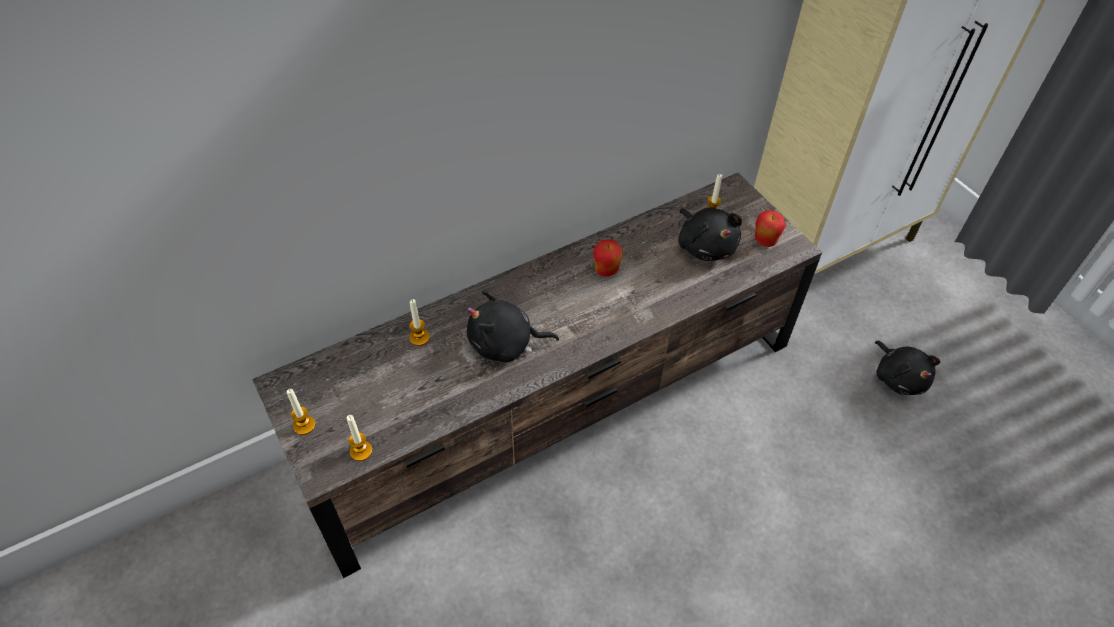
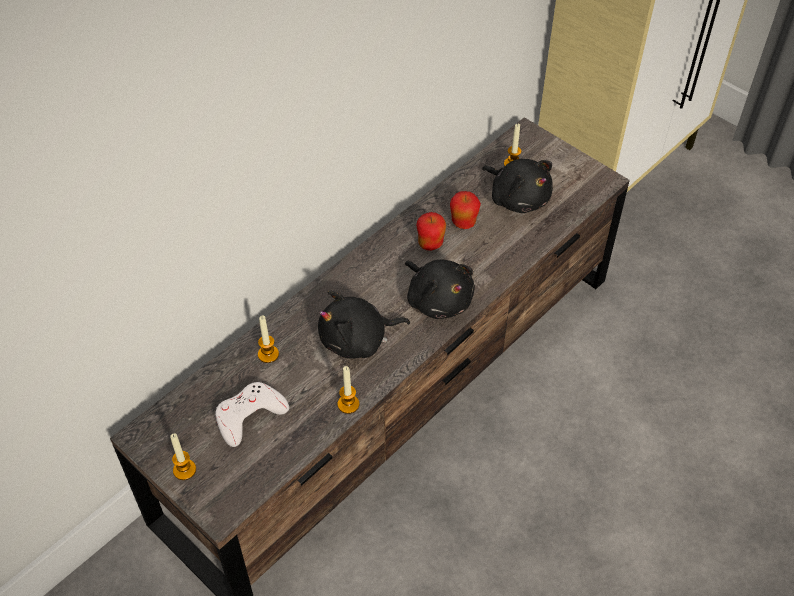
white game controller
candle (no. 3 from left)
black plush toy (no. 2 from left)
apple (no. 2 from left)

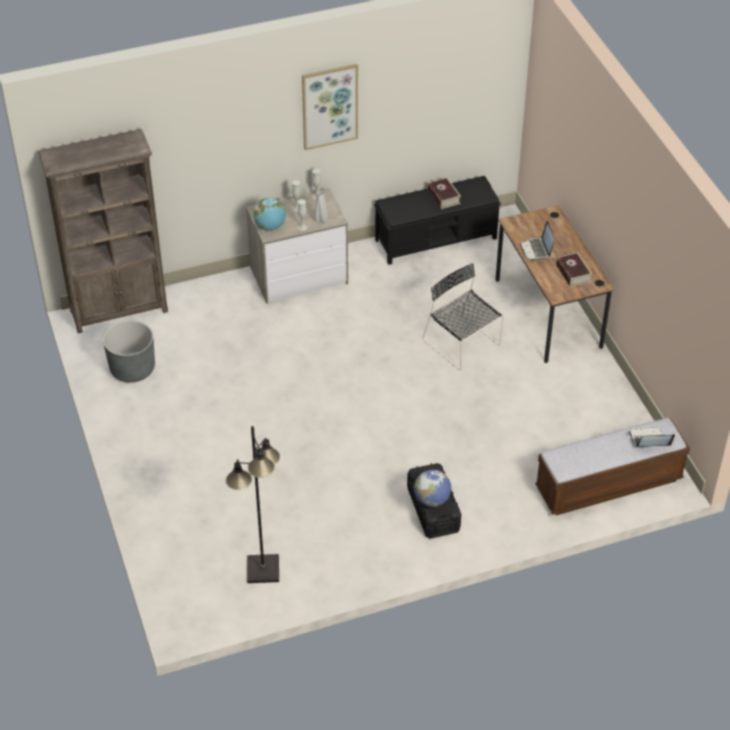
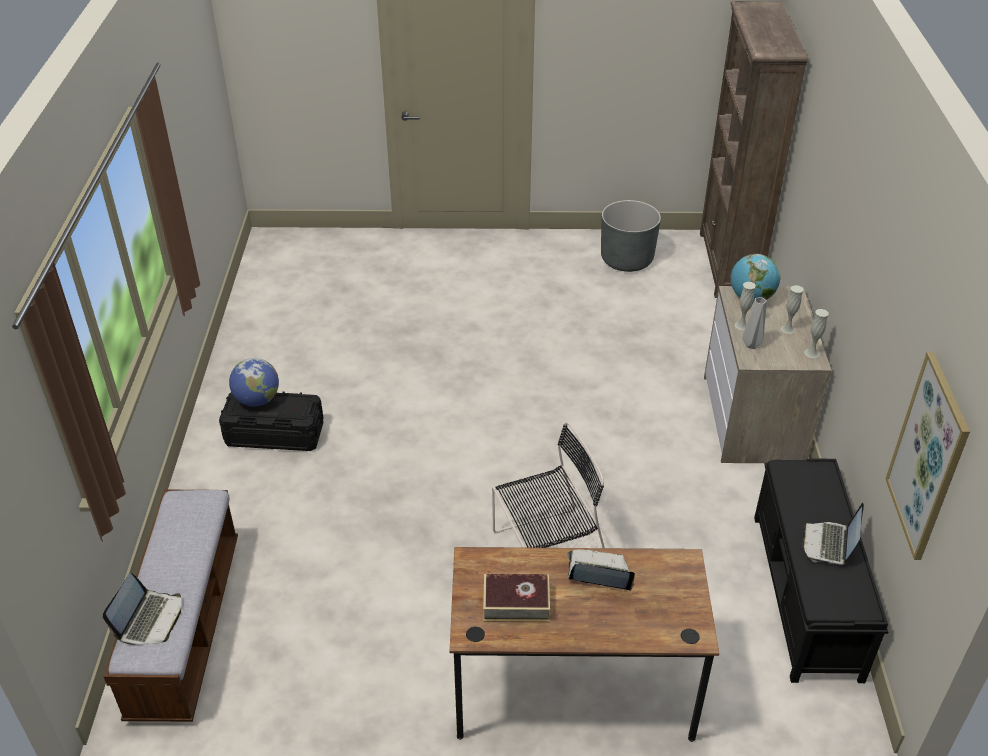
laptop (no. 3 from left)
picture
black floor lamp

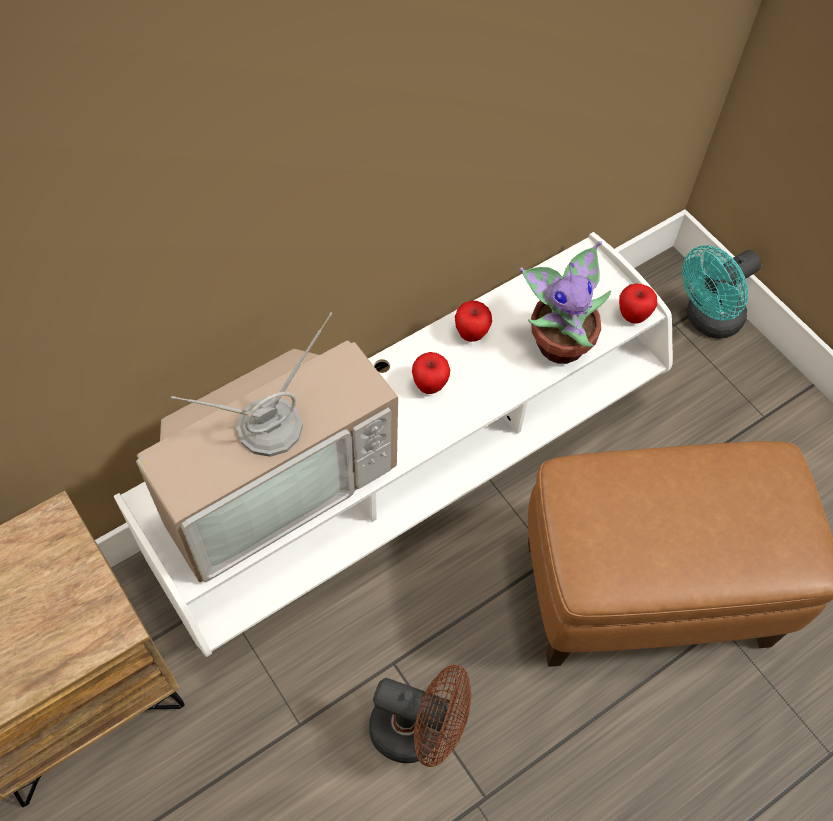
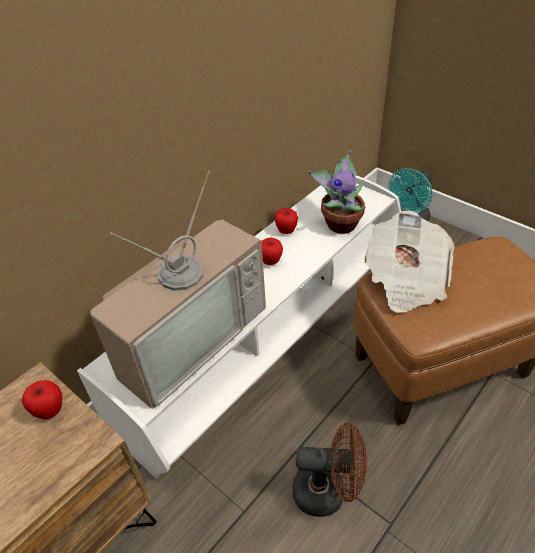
apple (no. 1 from left)
newspaper

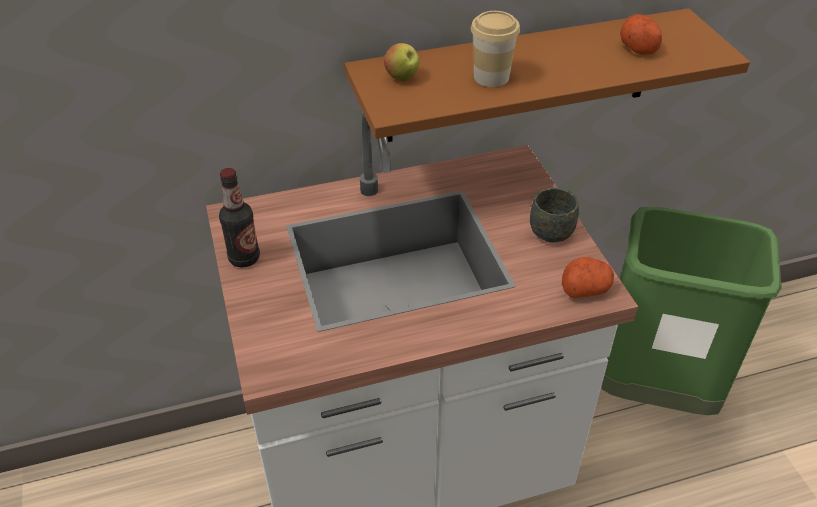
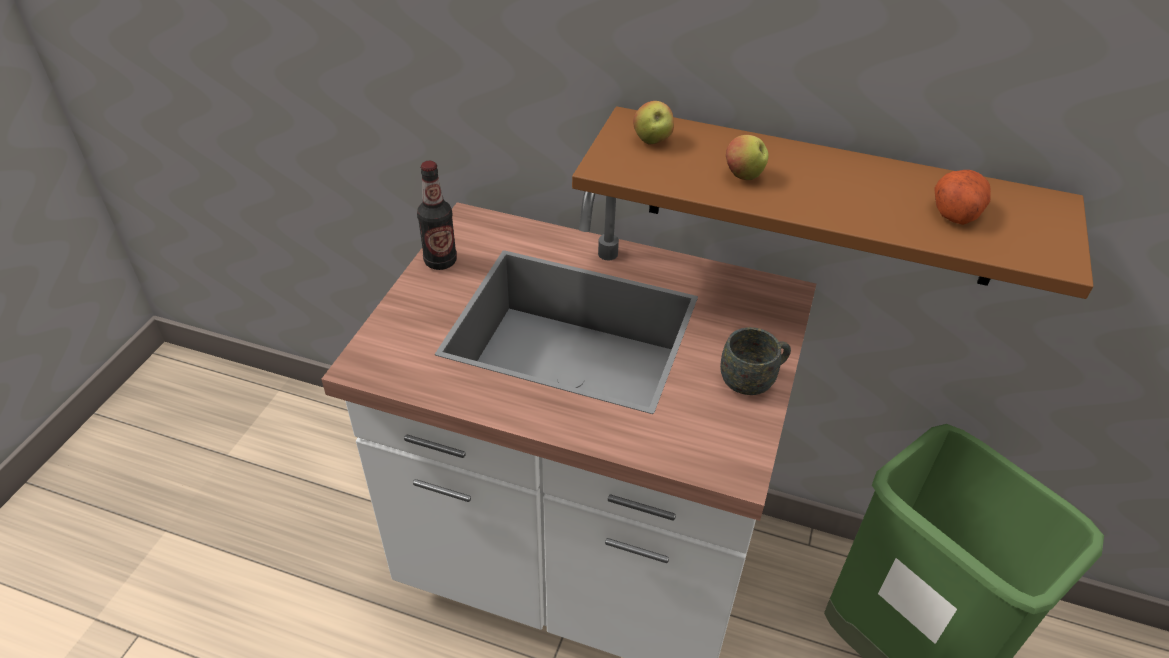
apple (no. 2 from left)
potato (no. 1 from left in the first image)

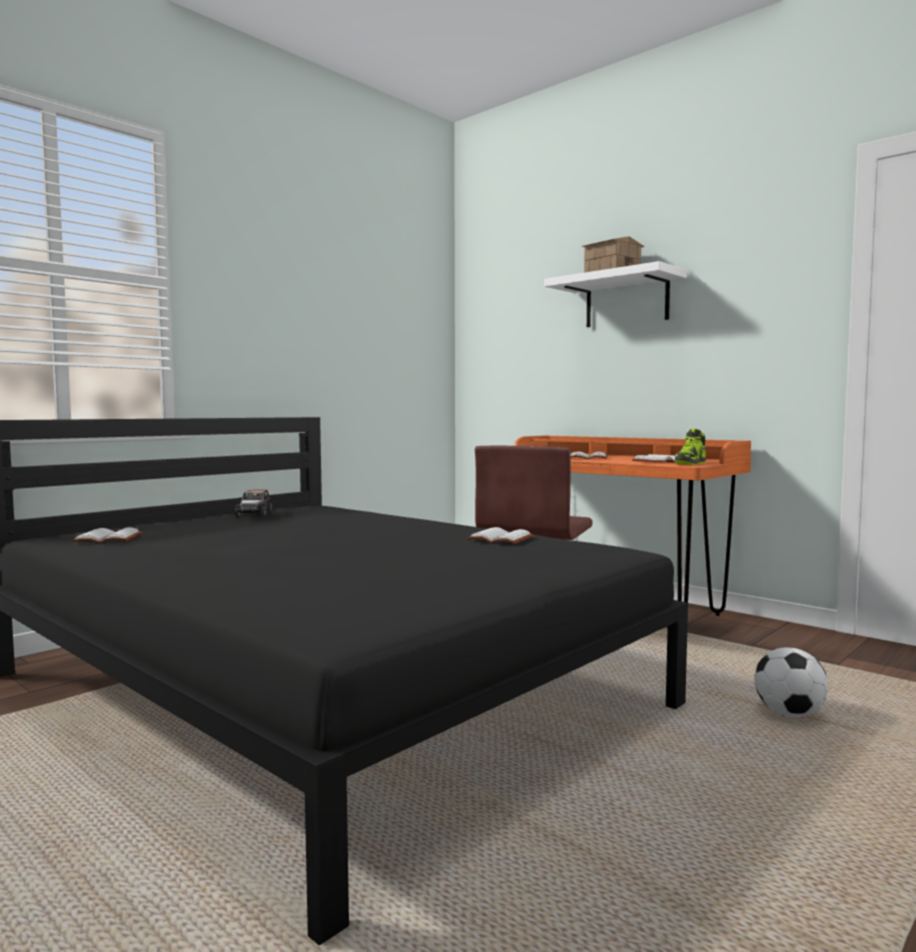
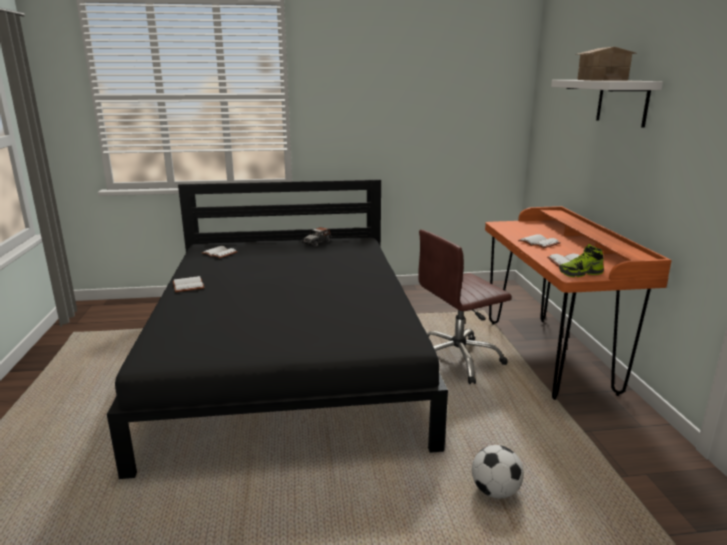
white book (no. 1 from left)

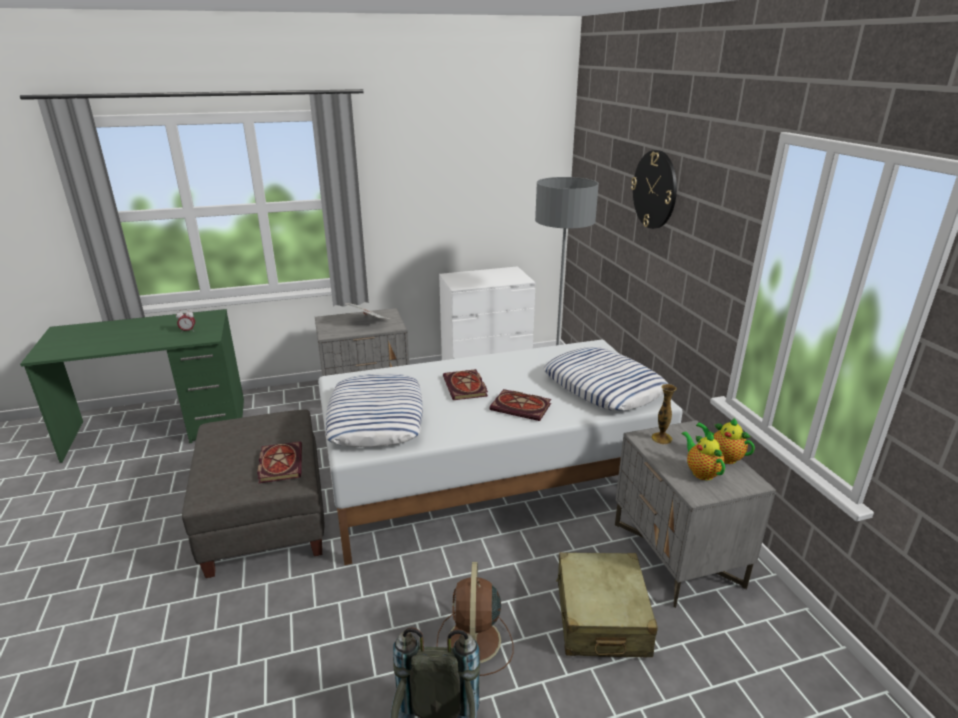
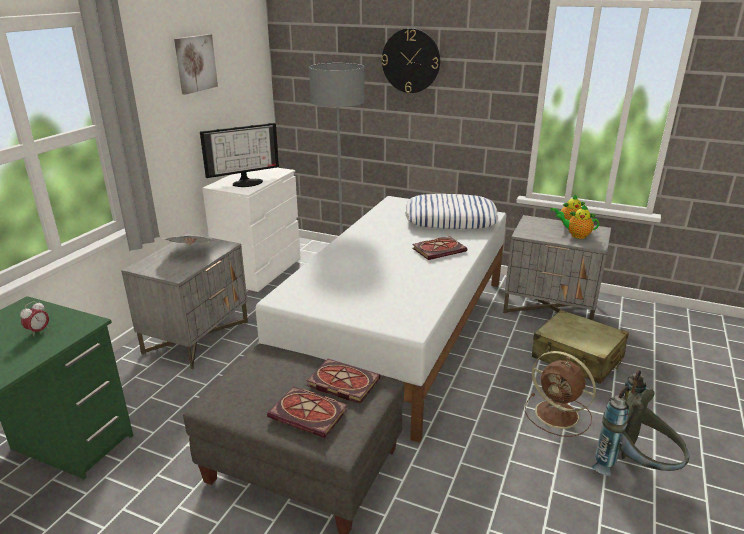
picture
monitor
book (no. 1 from left)
pillow (no. 1 from left in the first image)
vase

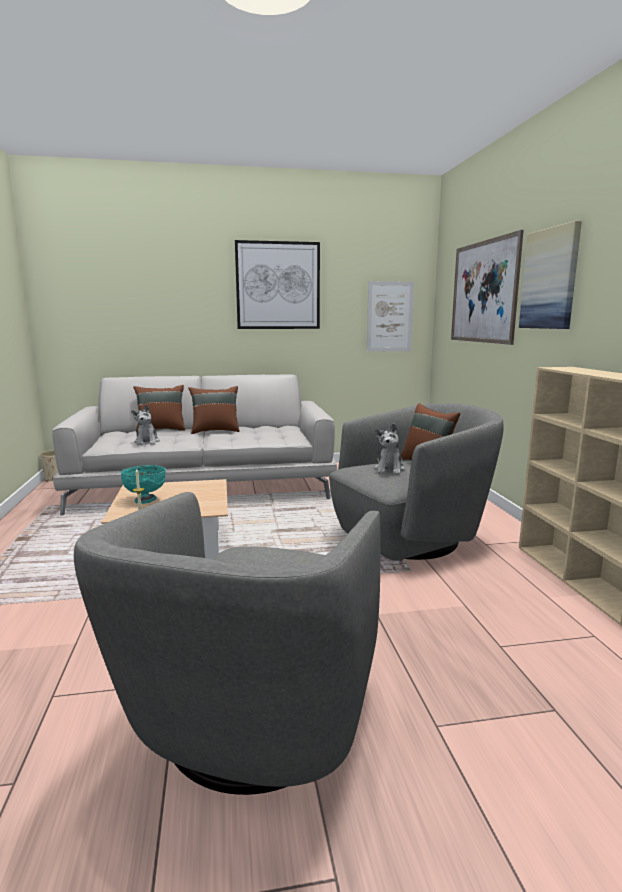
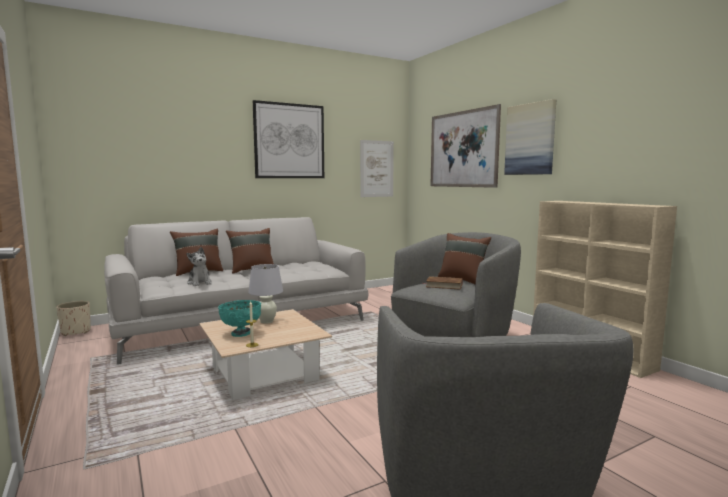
white table lamp
brown book

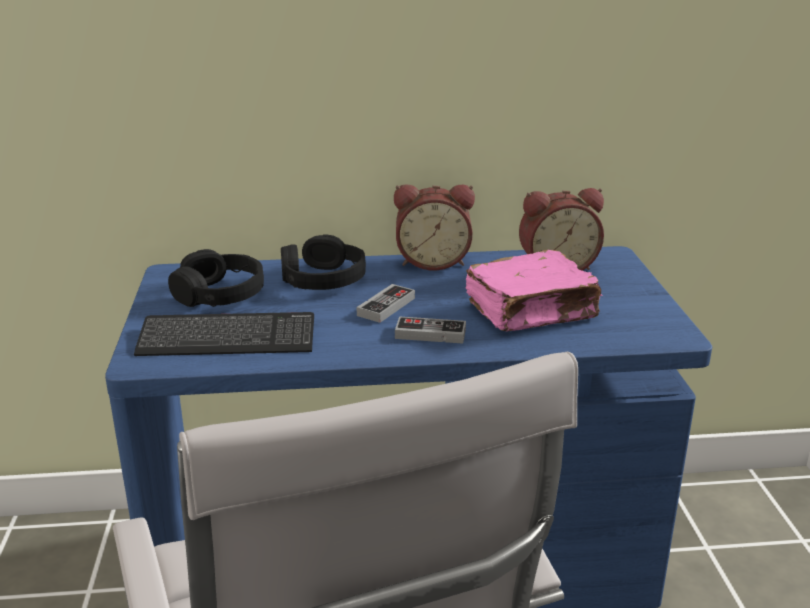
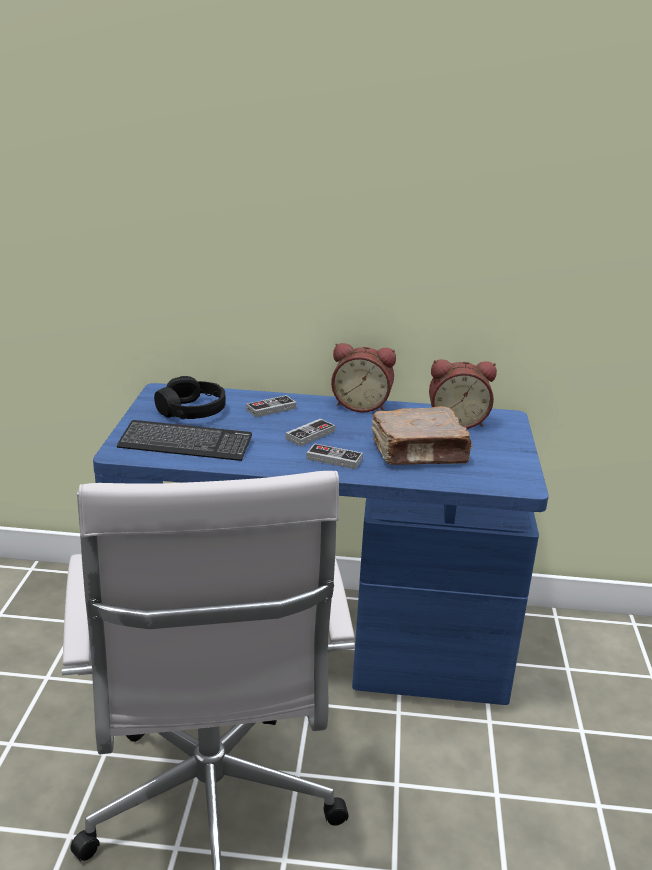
game controller (no. 1 from left)
brown book

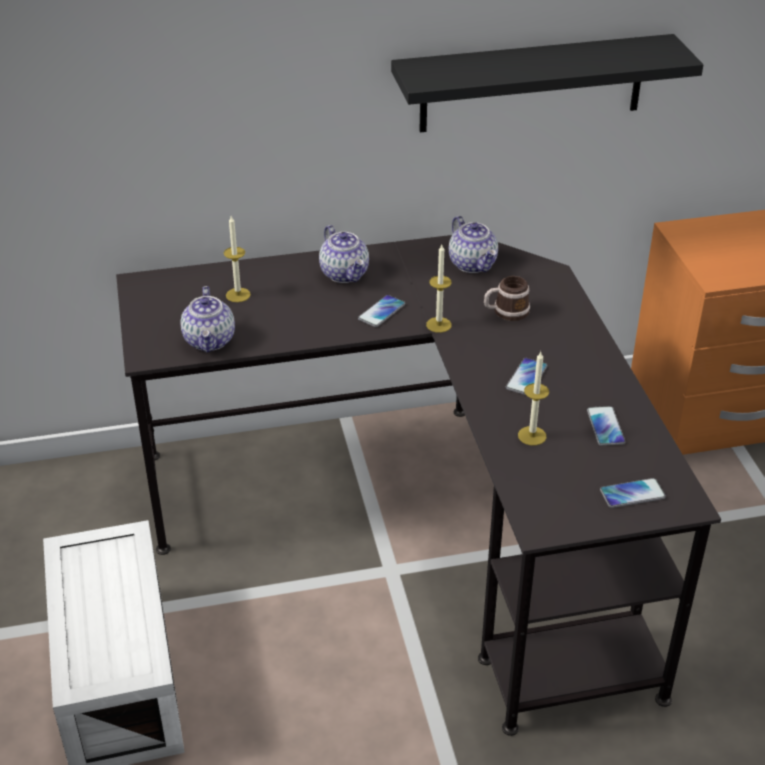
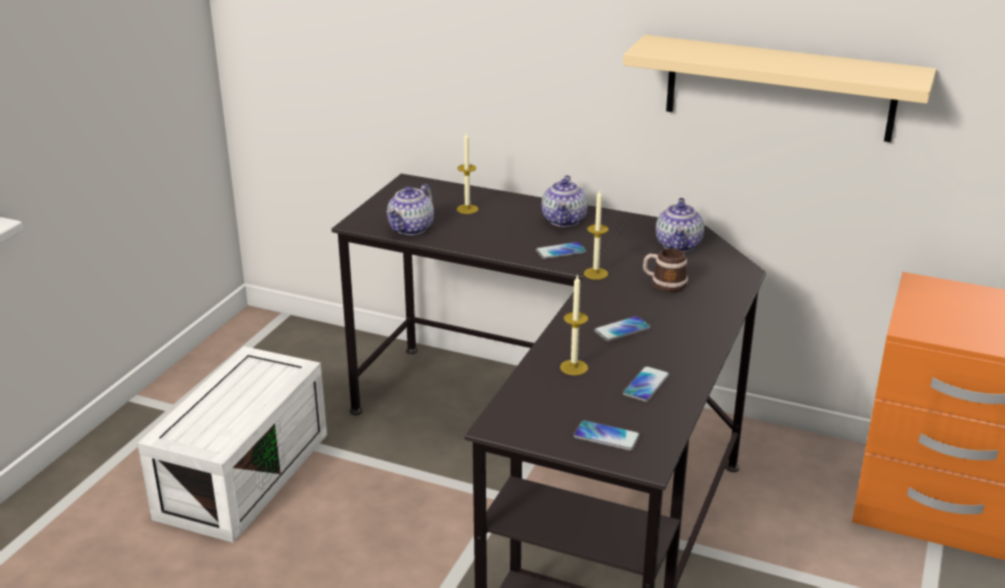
beige shelf

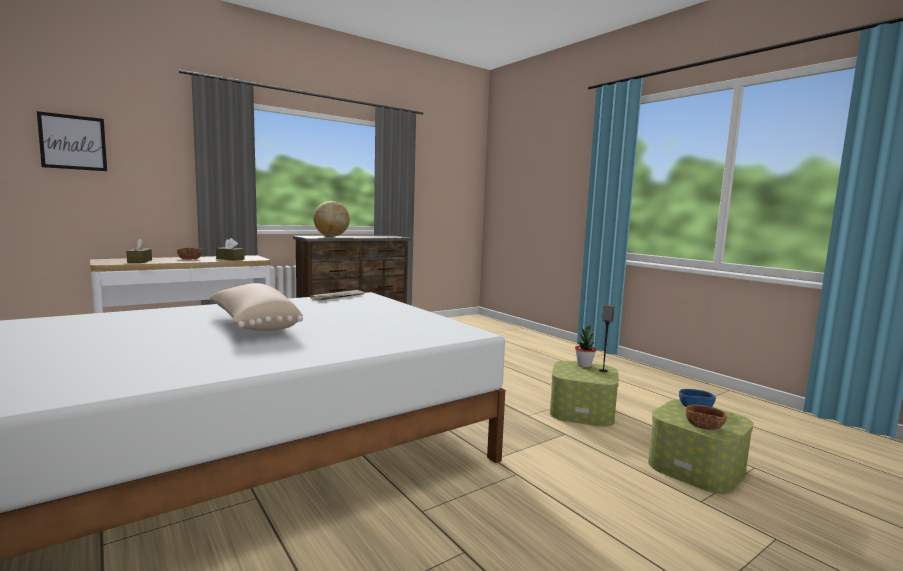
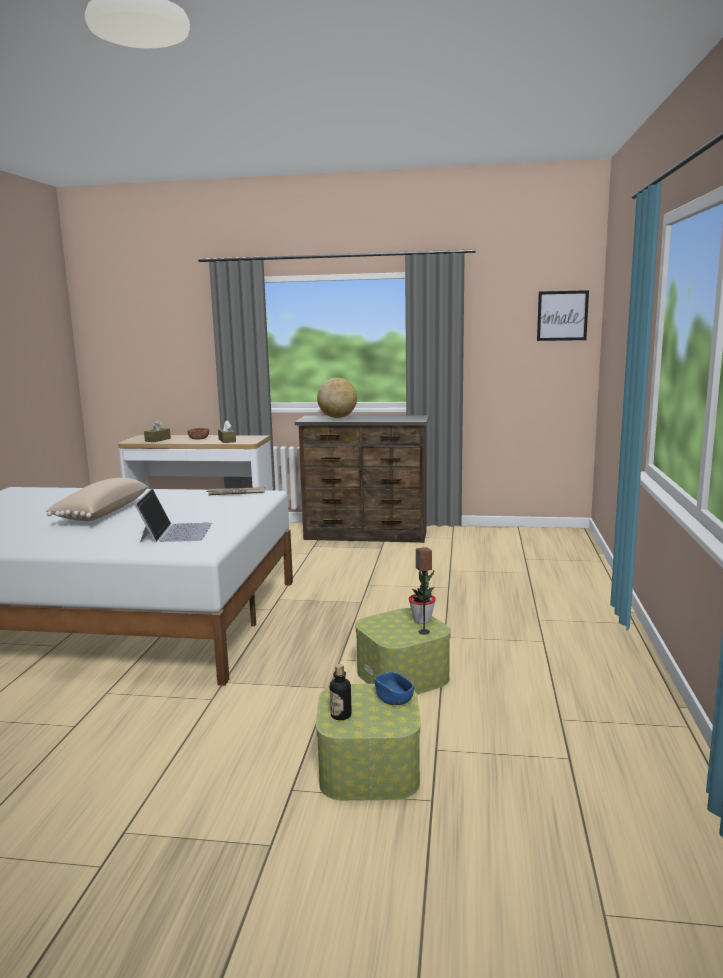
laptop
bottle
picture

